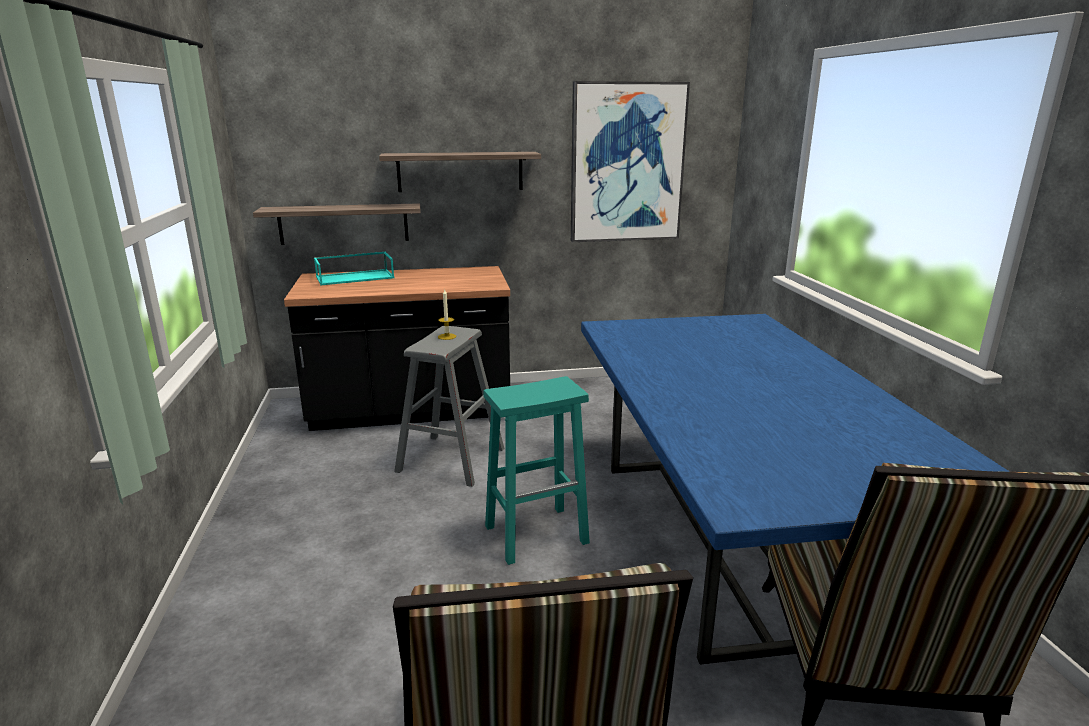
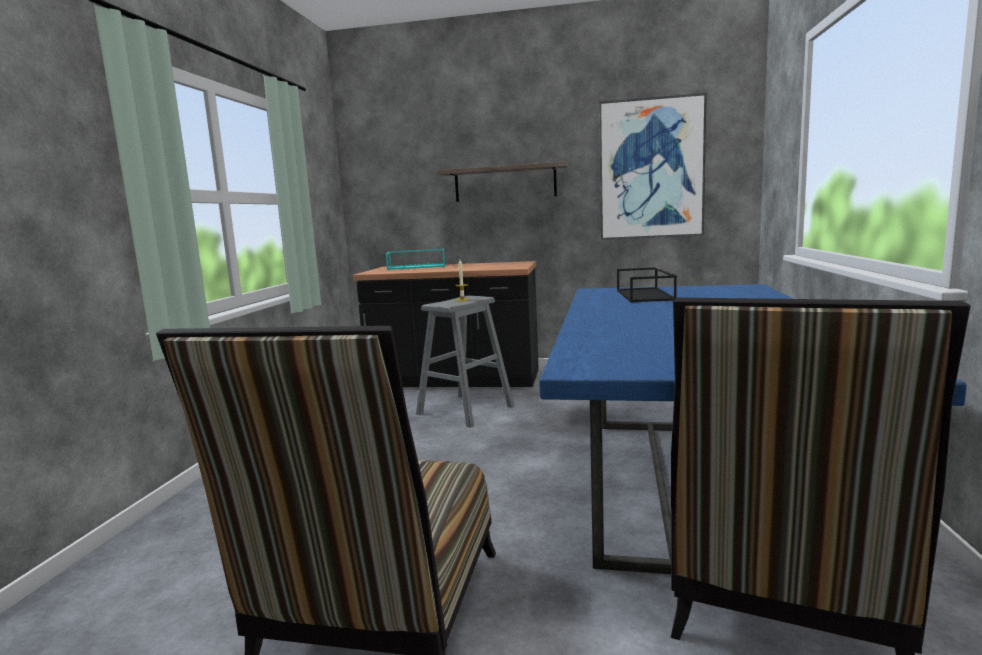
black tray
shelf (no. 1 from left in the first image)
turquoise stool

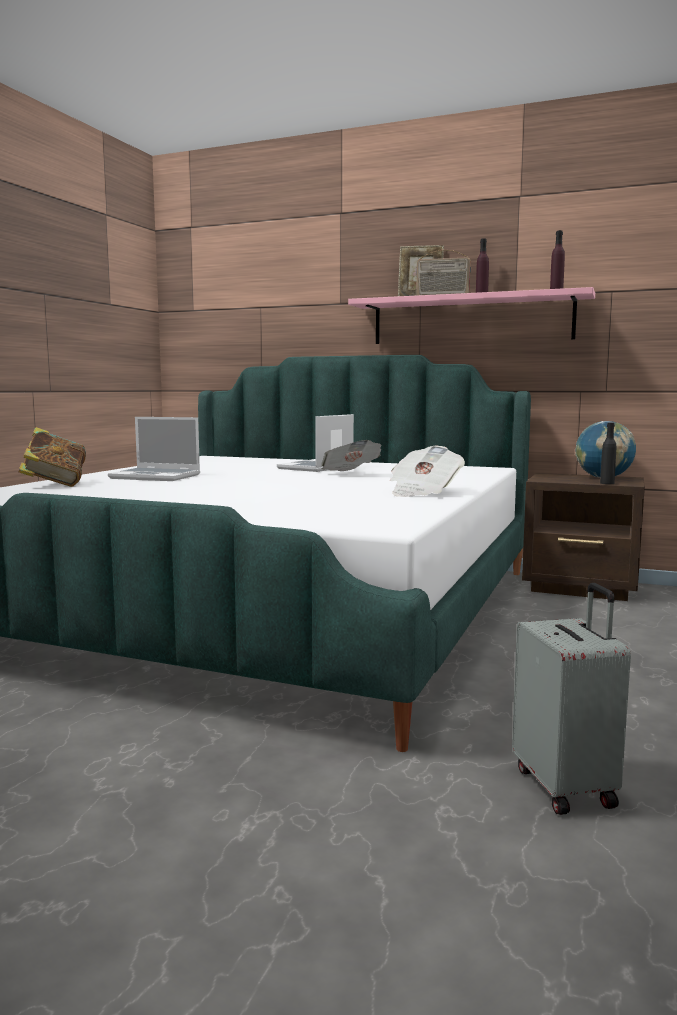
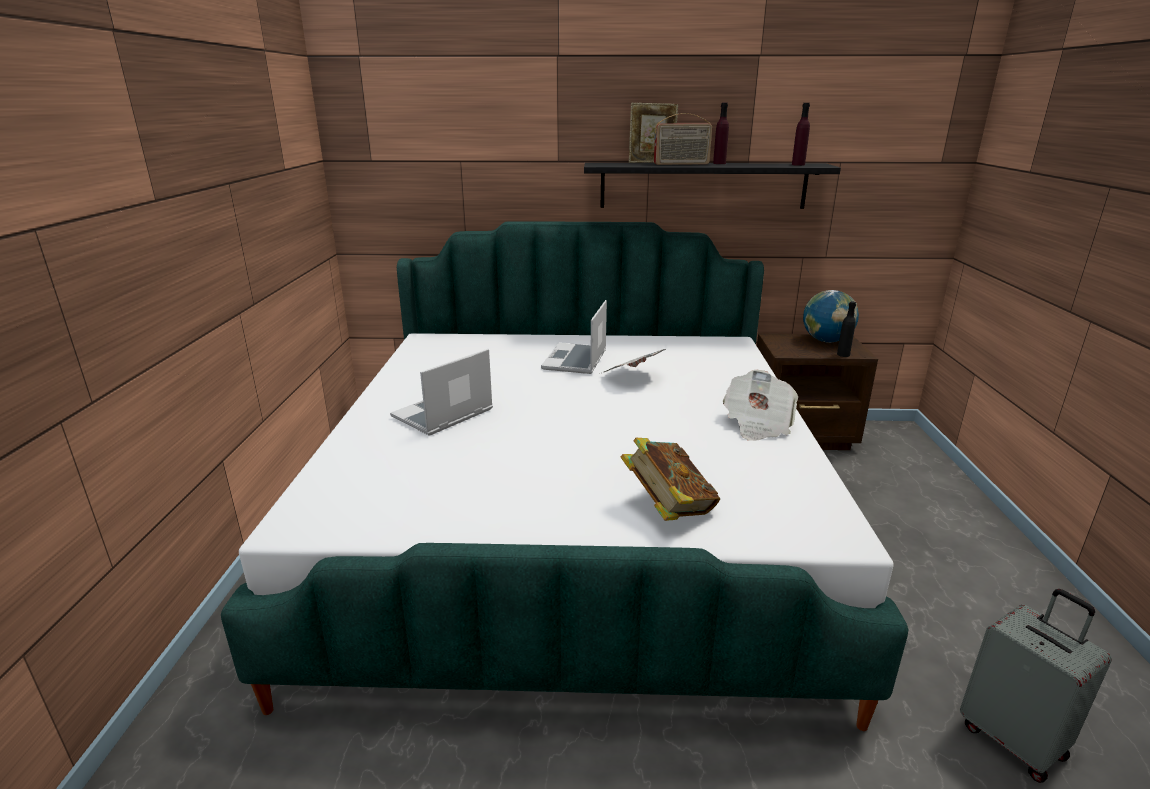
laptop (no. 1 from left)
black shelf
book

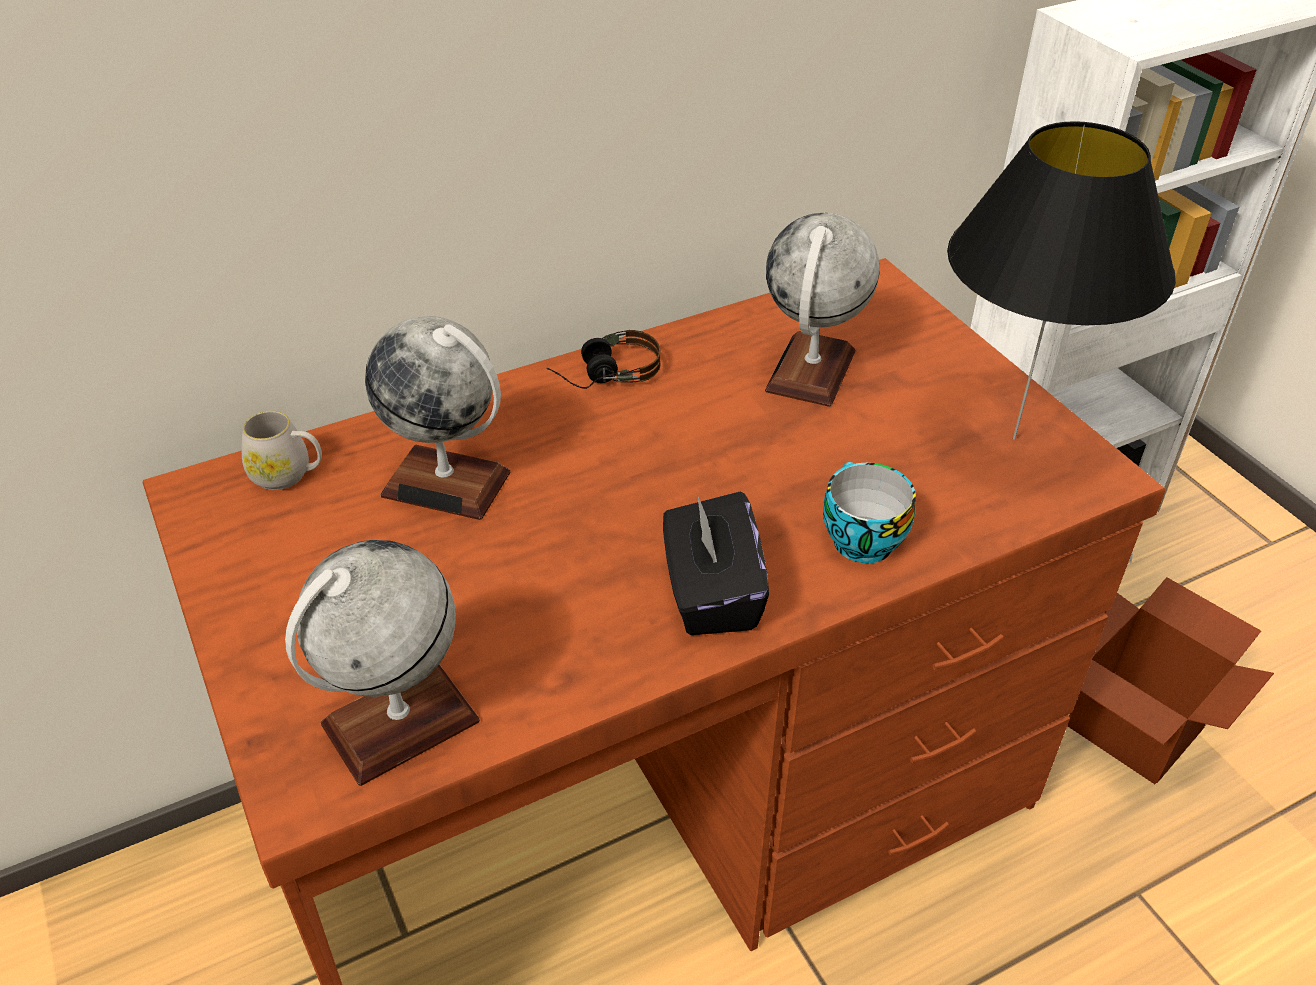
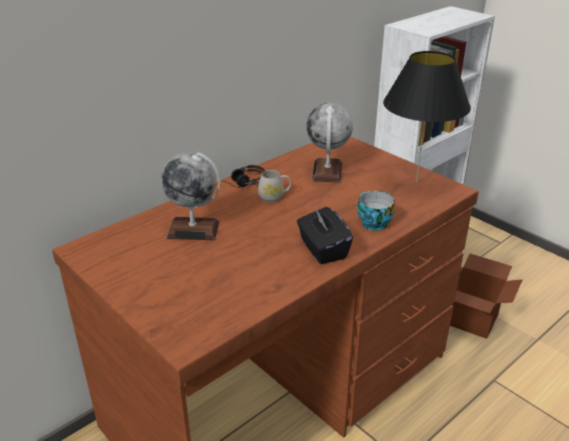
white mug
globe (no. 1 from left in the first image)

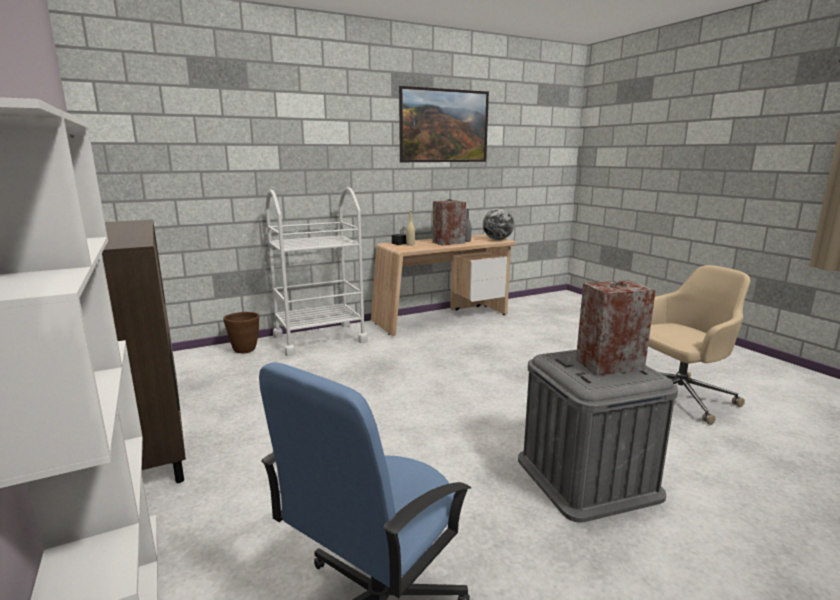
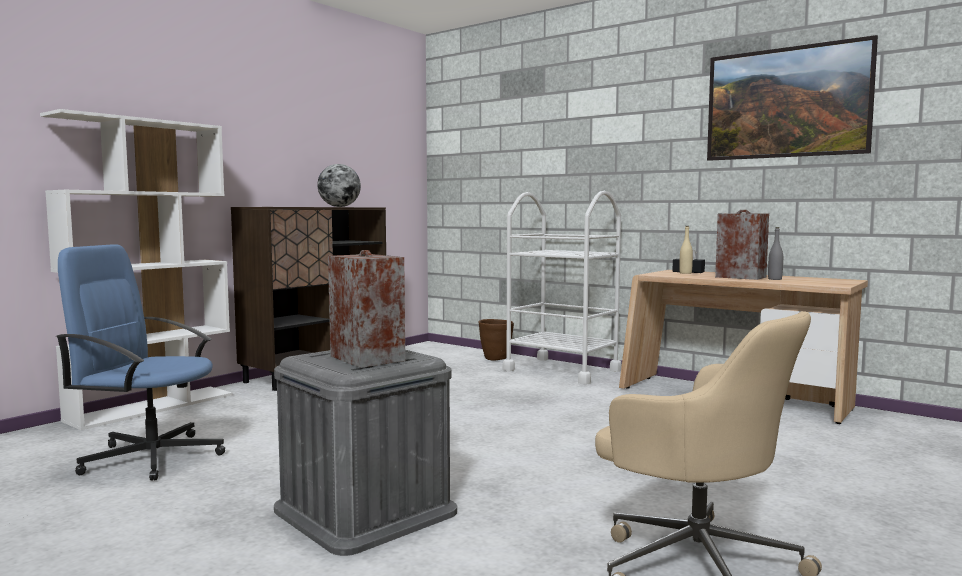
globe

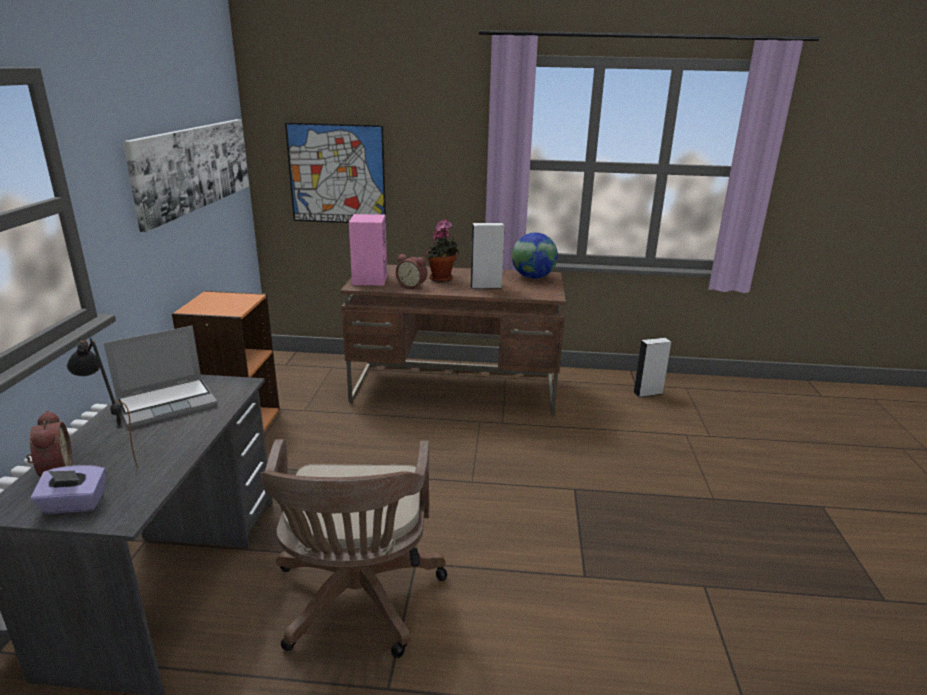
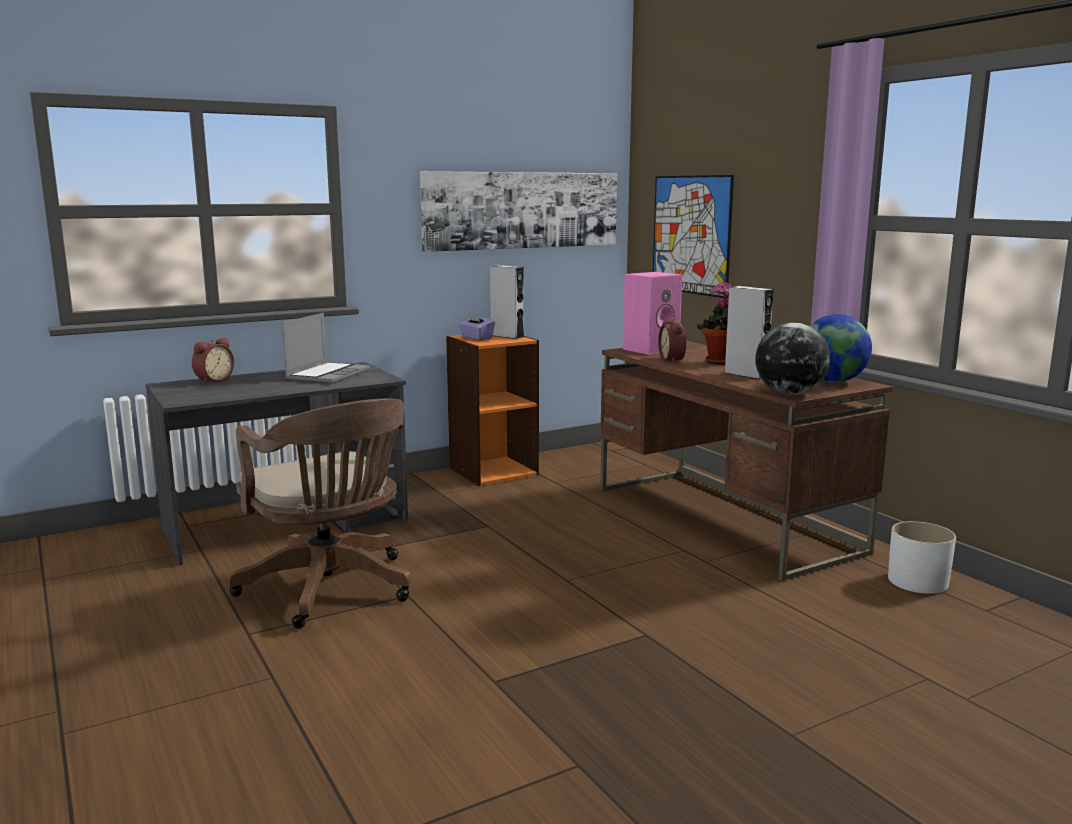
brown office chair
laptop
purple tissue box
grey speaker (no. 1 from left)
globe (no. 1 from left)
white planter
black table lamp

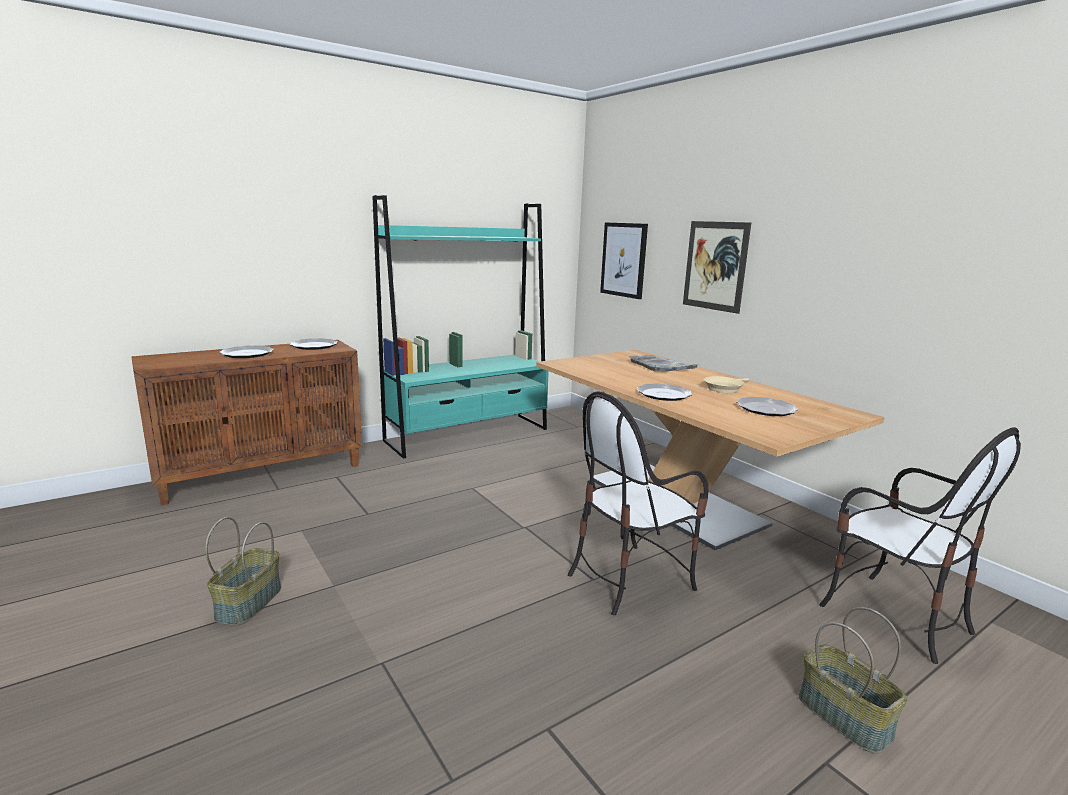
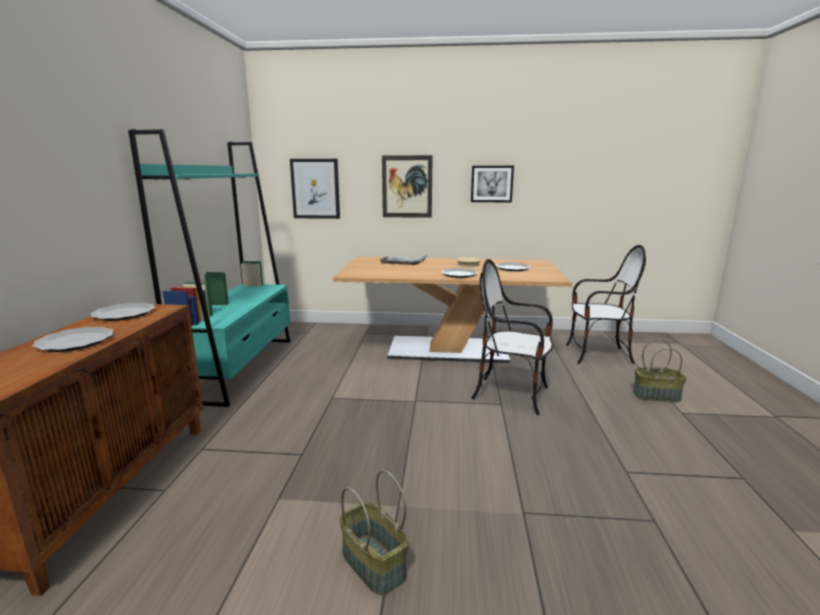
picture (no. 3 from left)
chair (no. 1 from left)

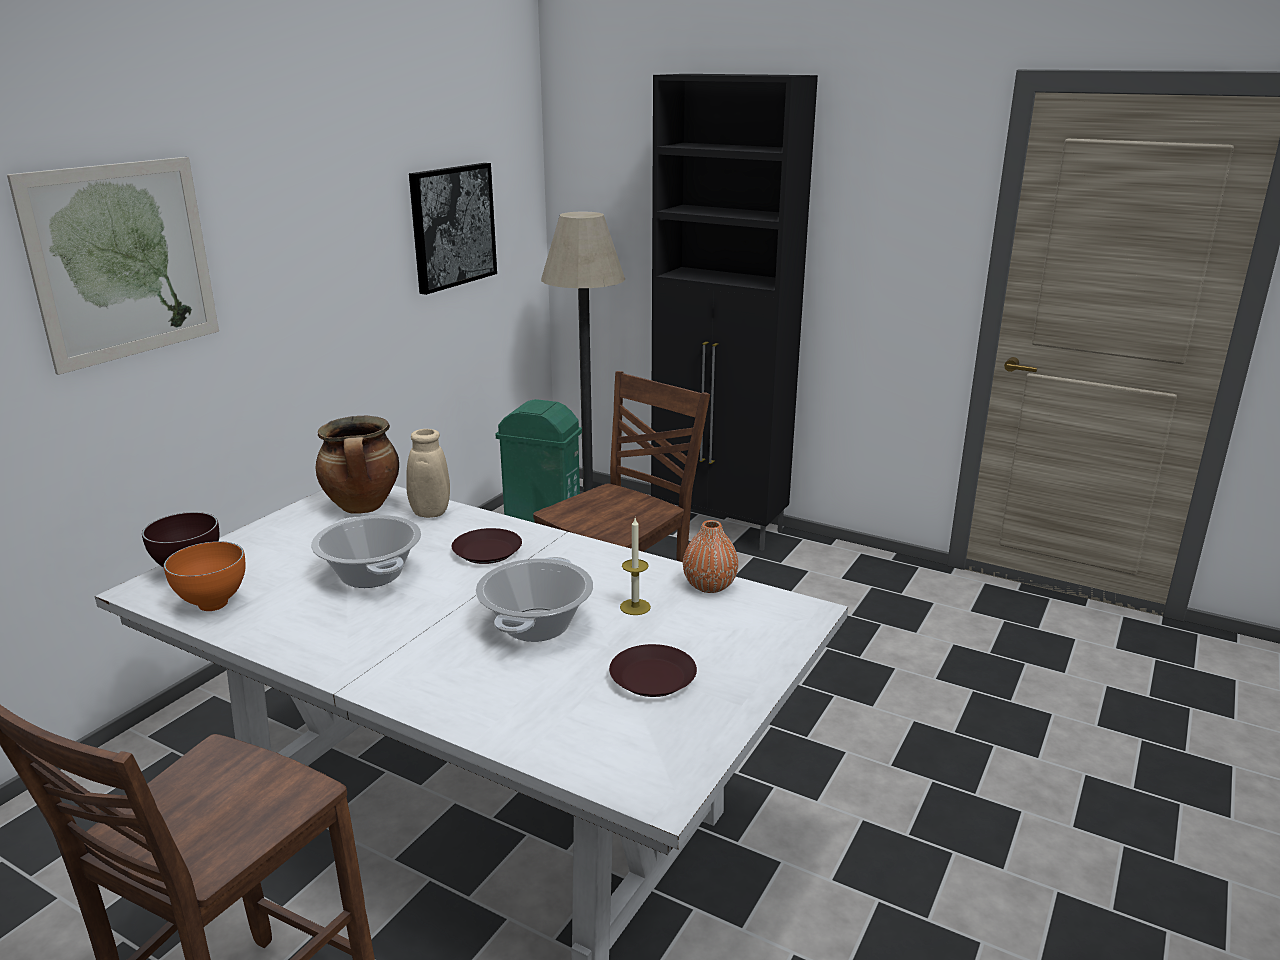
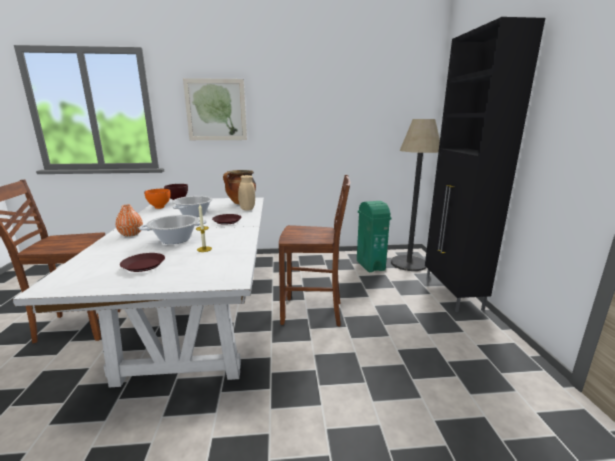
orange vase
picture (no. 2 from left in the first image)

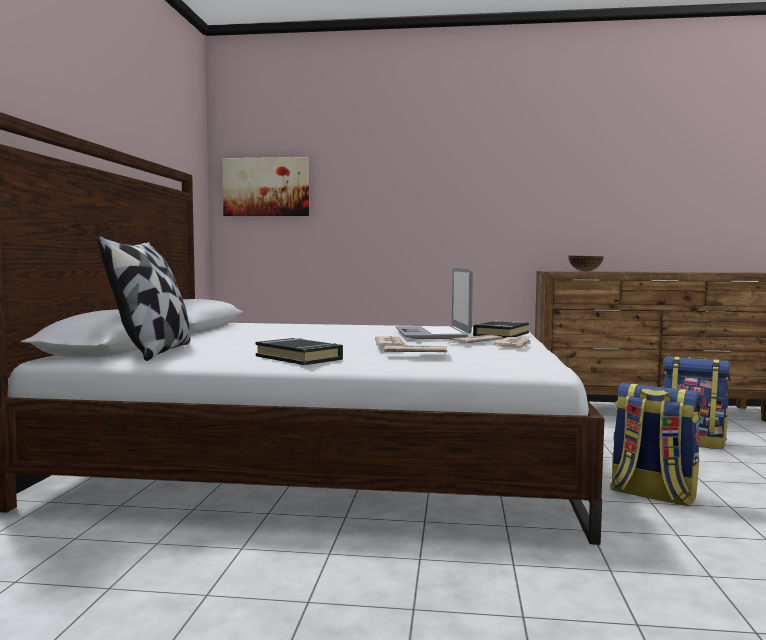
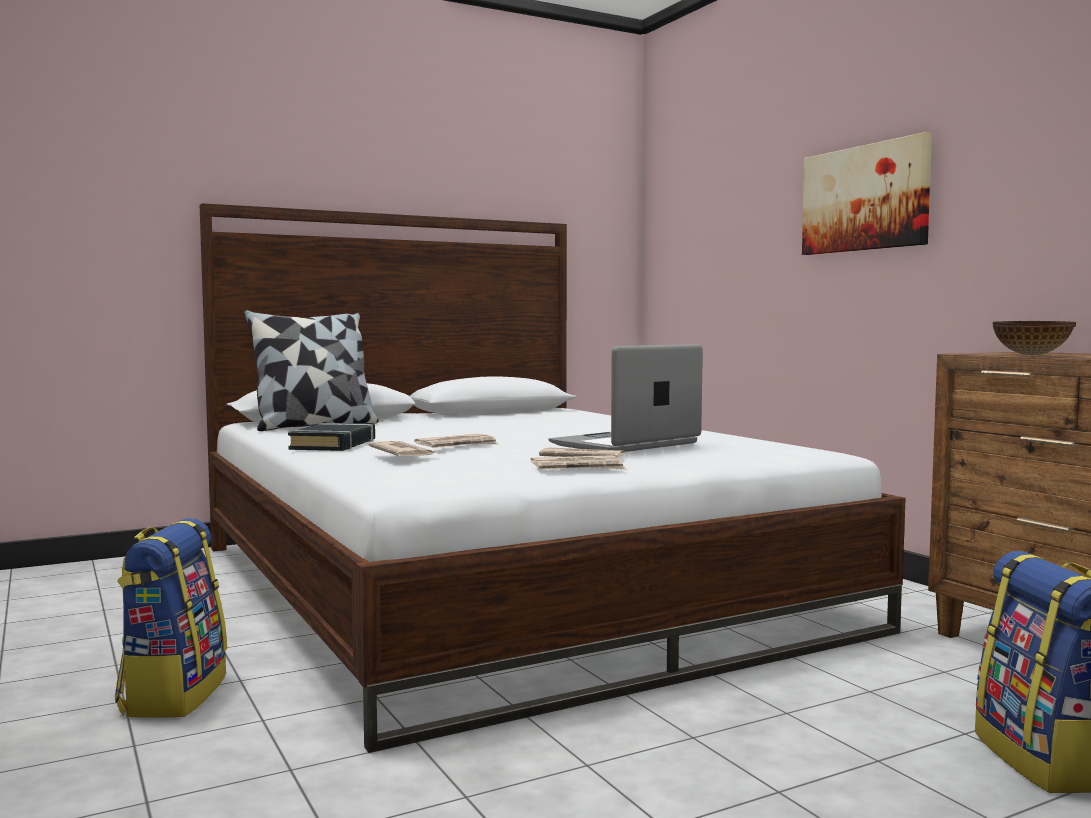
backpack (no. 1 from left)
picture
black book (no. 2 from left in the first image)

